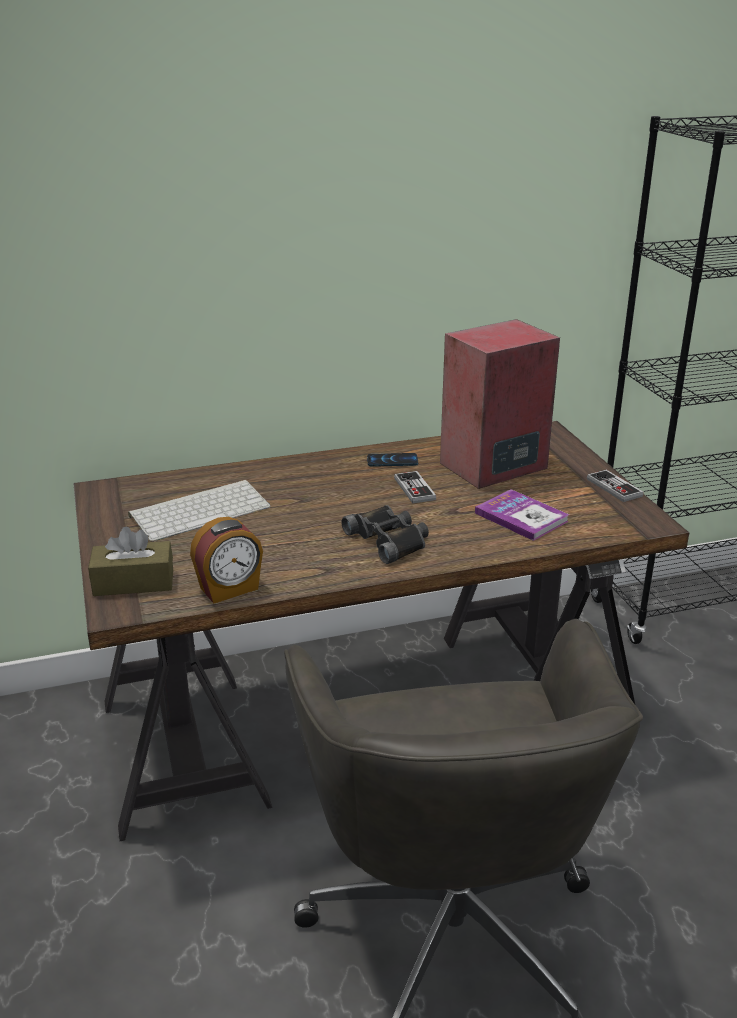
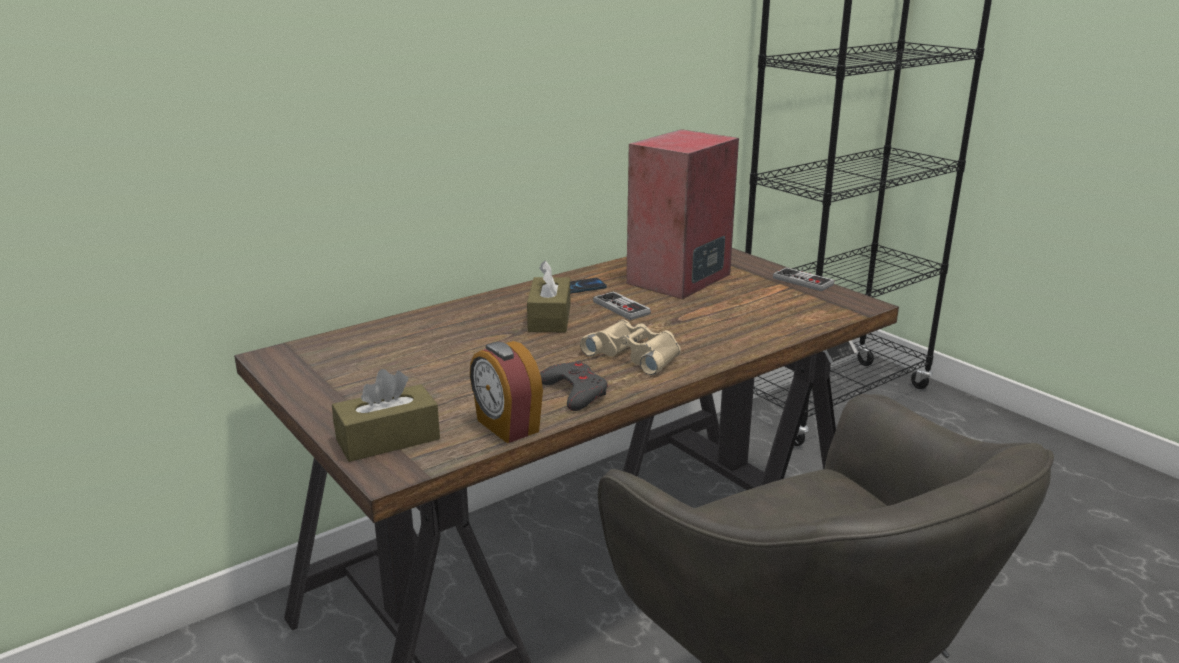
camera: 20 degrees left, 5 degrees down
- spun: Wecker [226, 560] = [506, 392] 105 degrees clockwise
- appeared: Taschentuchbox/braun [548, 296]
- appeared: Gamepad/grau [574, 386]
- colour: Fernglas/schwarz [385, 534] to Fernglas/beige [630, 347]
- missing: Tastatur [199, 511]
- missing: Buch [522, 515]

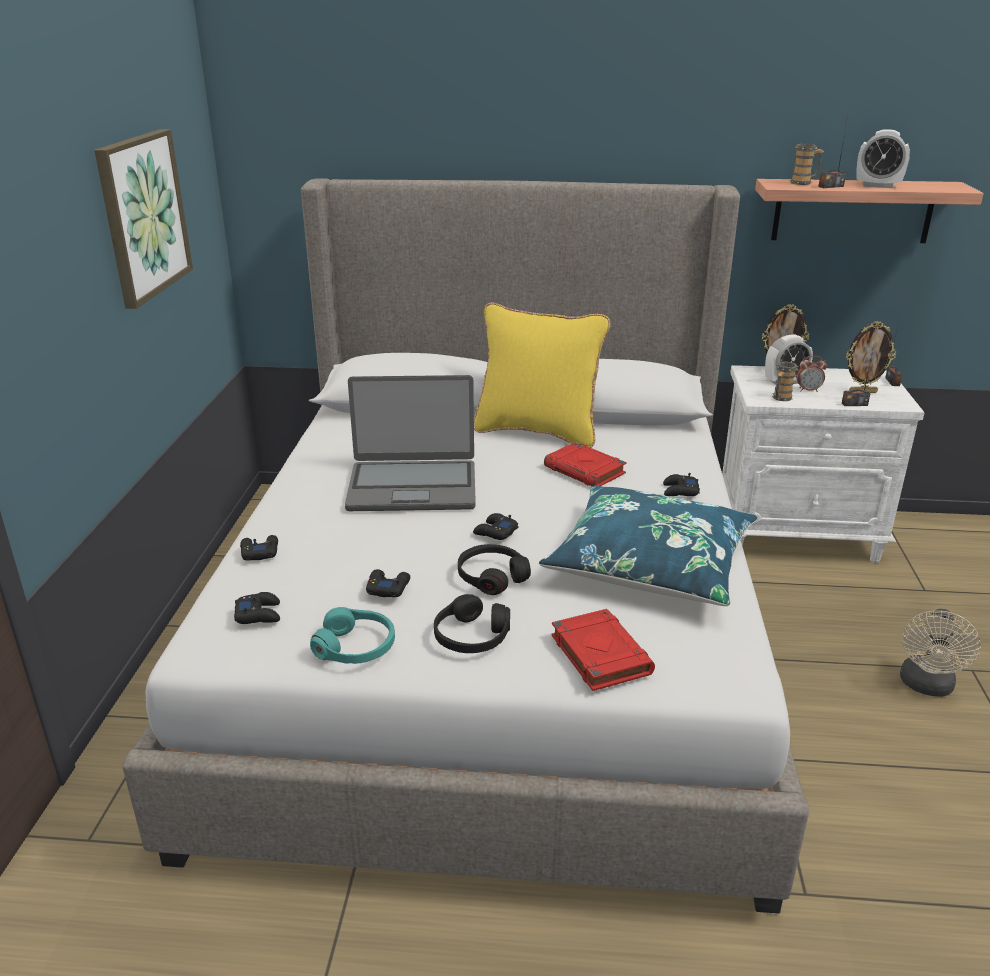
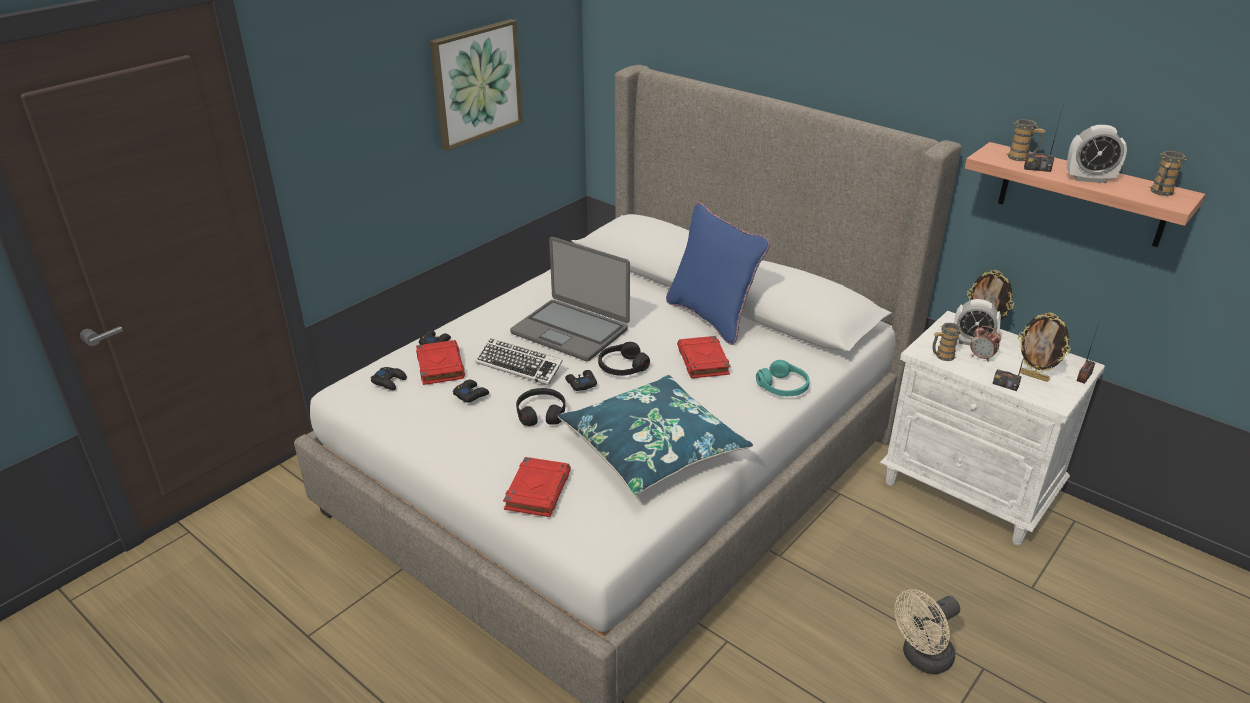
camera: 35 degrees right, 5 degrees up
- appeared: Buch/rot [440, 362]
- appeared: Tastatur [519, 361]
- relocated: Kopfhörer/schwarz [472, 623] to [624, 359]
- colour: Kissen/gelb [542, 375] to Kissen/blau [718, 273]
- relocated: Kopfhörer/türkis [352, 635] to [783, 378]
- spun: Wecker [883, 158] = [1097, 154] 45 degrees counterclockwise
- appeared: Henkelbecher [1168, 173]
- missing: Gamepad/schwarz [681, 484]

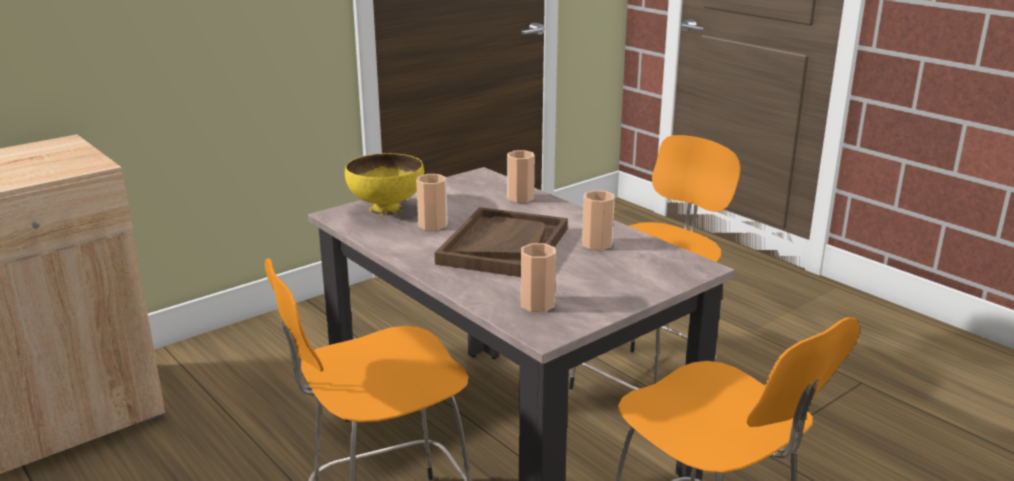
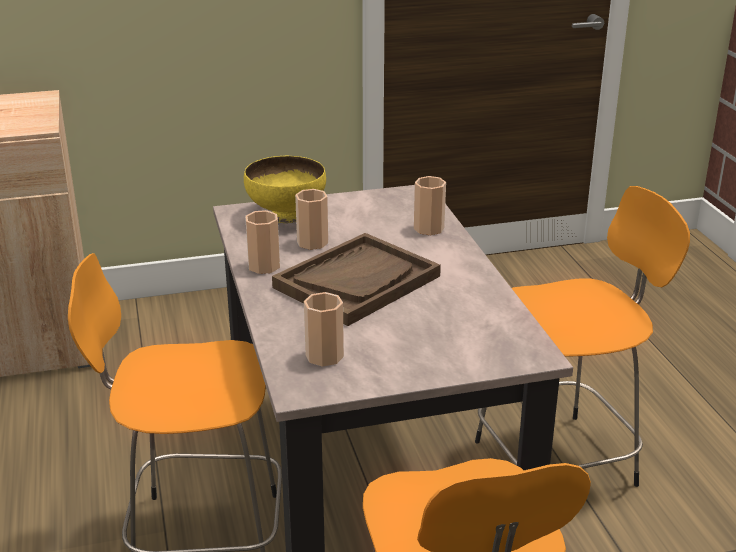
camera: 25 degrees right, 5 degrees up
- relocated: Tasse [598, 220] to [262, 242]

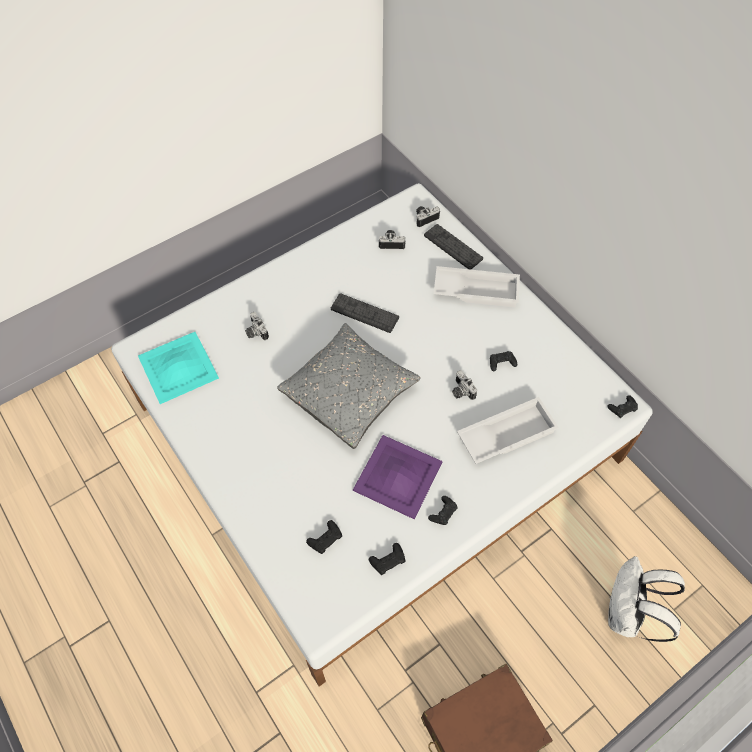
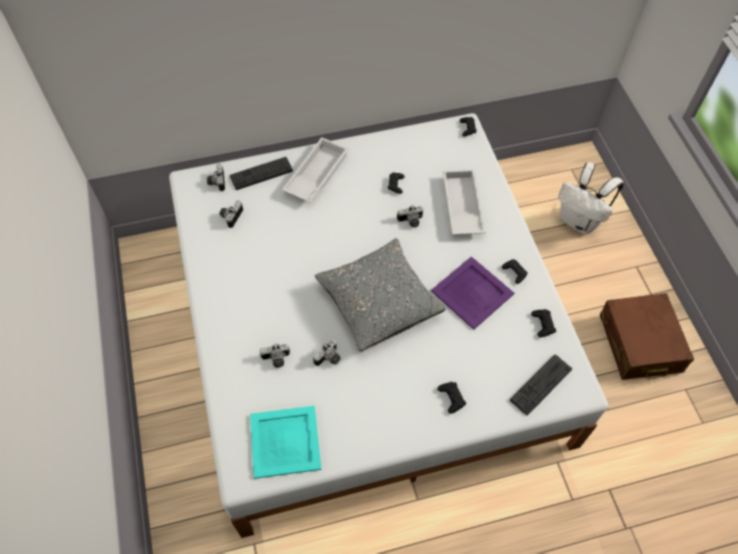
camera: 70 degrees left, 0 degrees up
- appeared: Kamera [327, 352]
- relocated: Gamepad/schwarz [324, 537] to [451, 398]
- relocated: Tastatur [365, 313] to [541, 384]

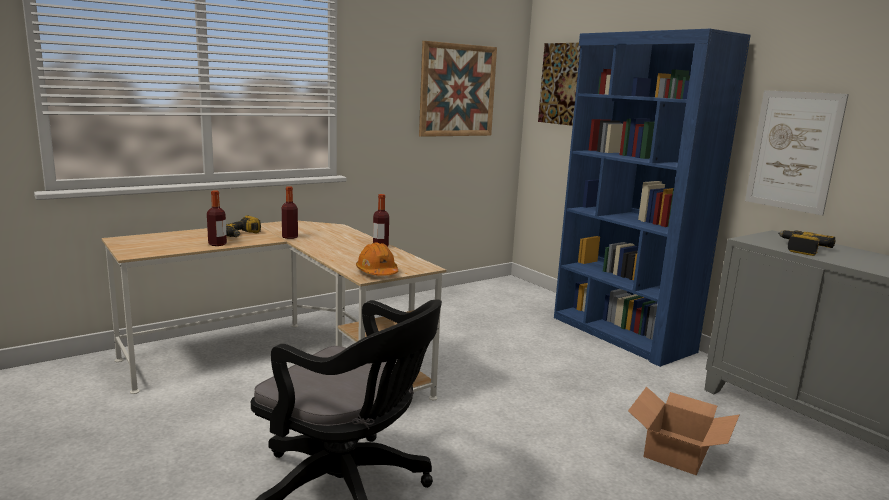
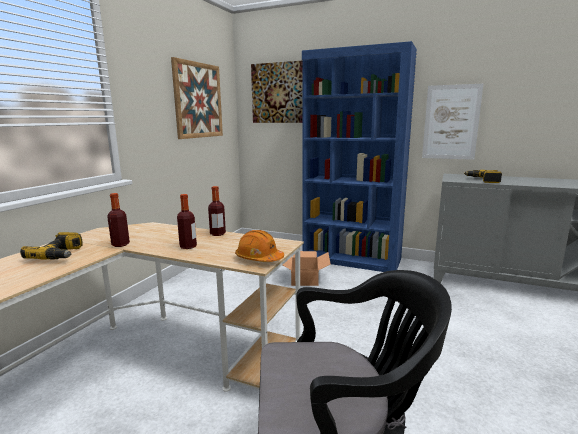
camera: 30 degrees left, 0 degrees up
- relocated: Flasche [217, 218] to [187, 221]
- relocated: Karton [683, 431] to [307, 268]

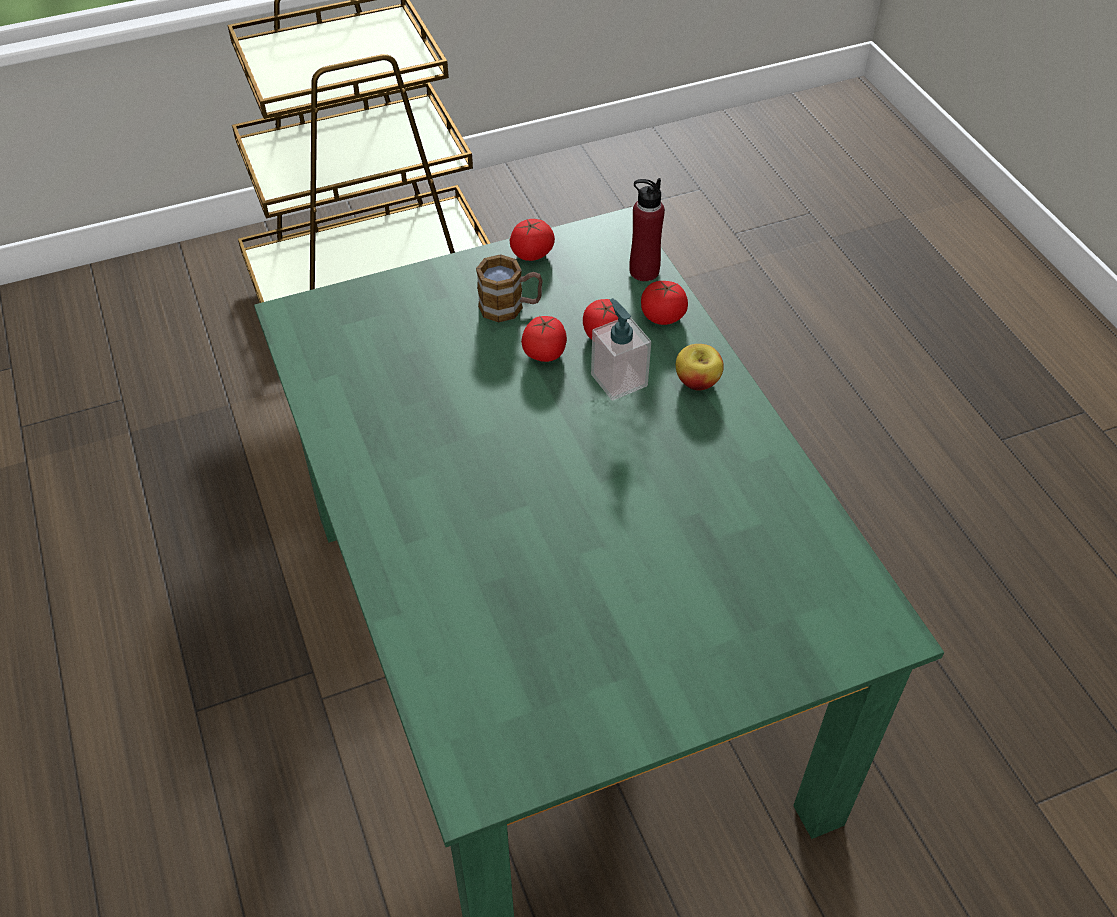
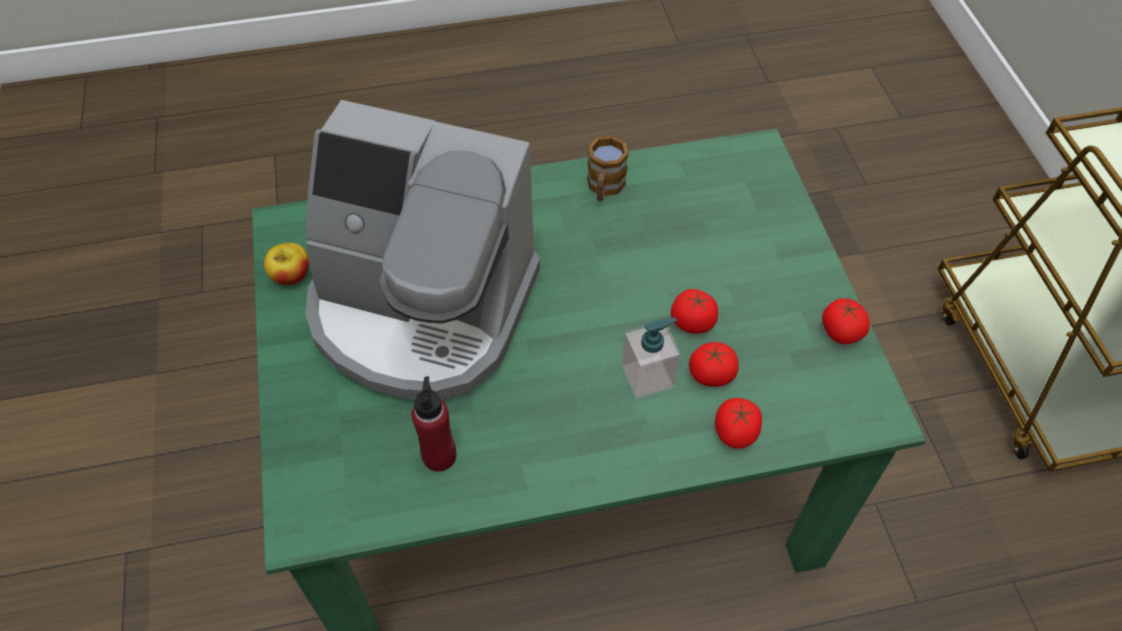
camera: 100 degrees right, 5 degrees up
- relocated: Apfel [700, 367] to [286, 264]
- appeared: Kaffeemaschine [422, 250]
- relocated: Flasche/rot [647, 229] to [433, 424]
- relocated: Henkelbecher [509, 288] to [608, 168]

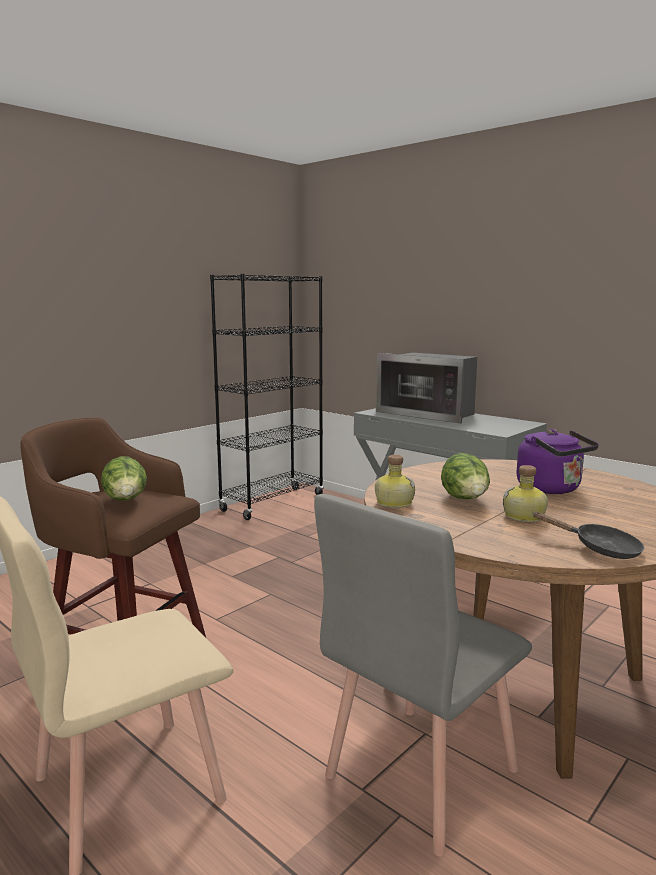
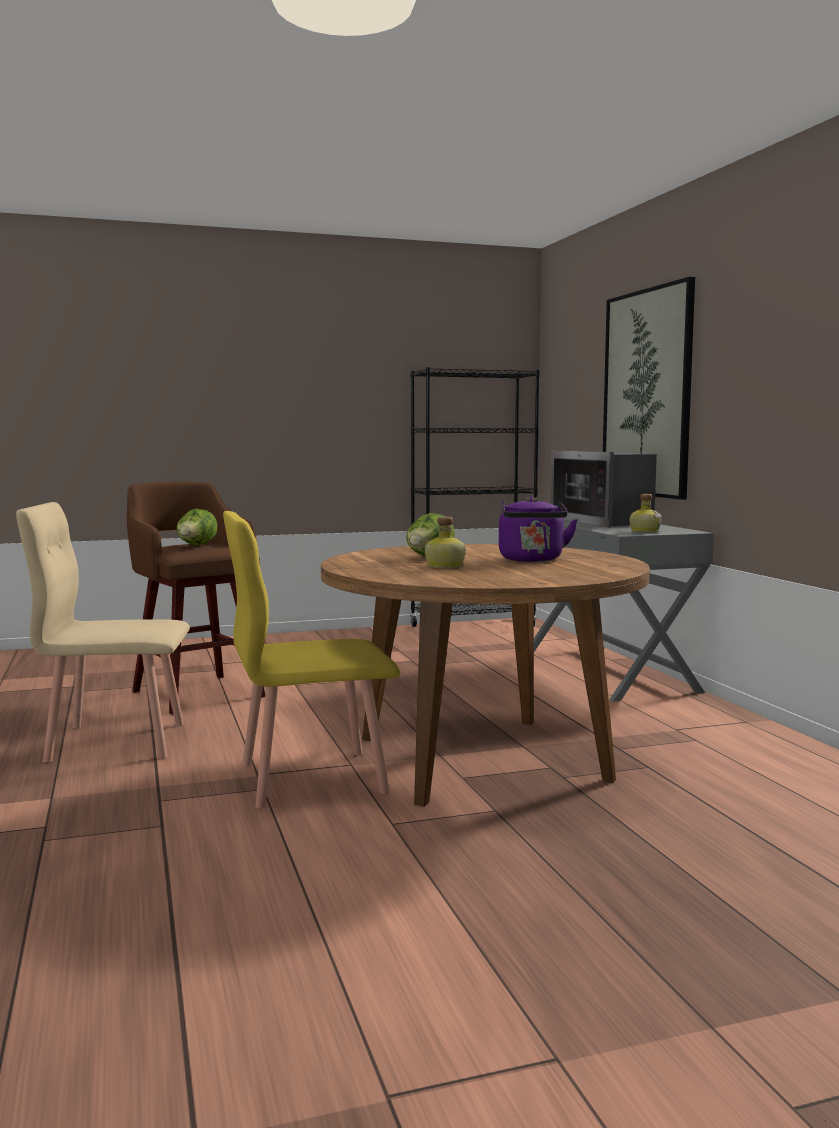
camera: 30 degrees right, 5 degrees down
- colour: Stuhl/grau [423, 675] to Stuhl/gelb [311, 659]
- appeared: Bild [649, 388]
- relocated: Flasche [395, 481] to [646, 513]
- missing: Pfanne/schwarz [588, 535]

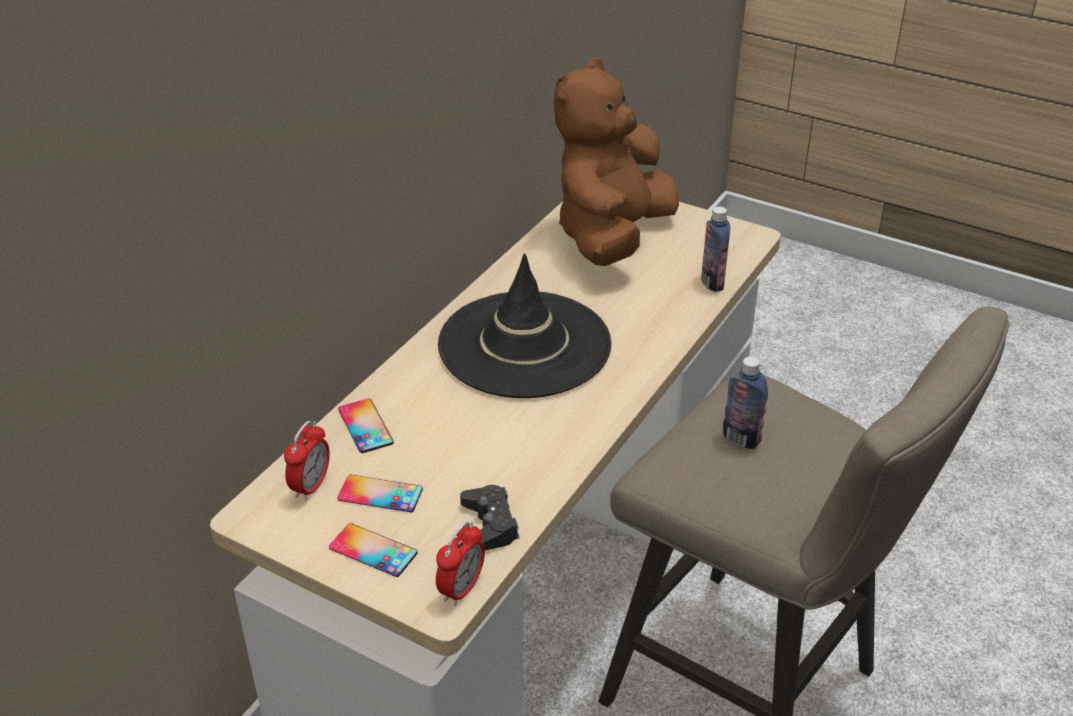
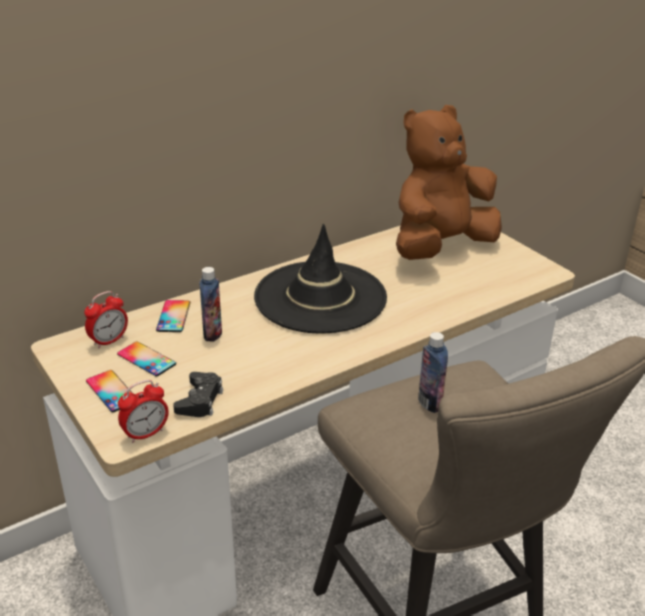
camera: 25 degrees right, 5 degrees down
- relocated: Flasche [715, 249] to [211, 304]

